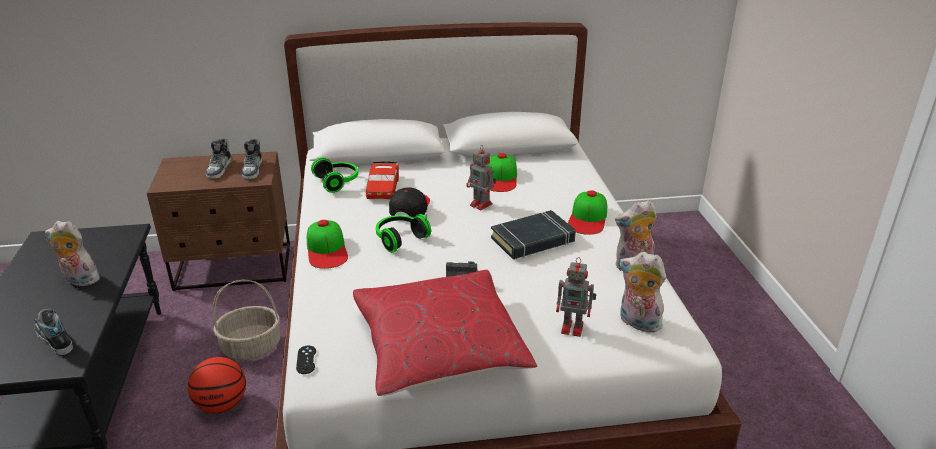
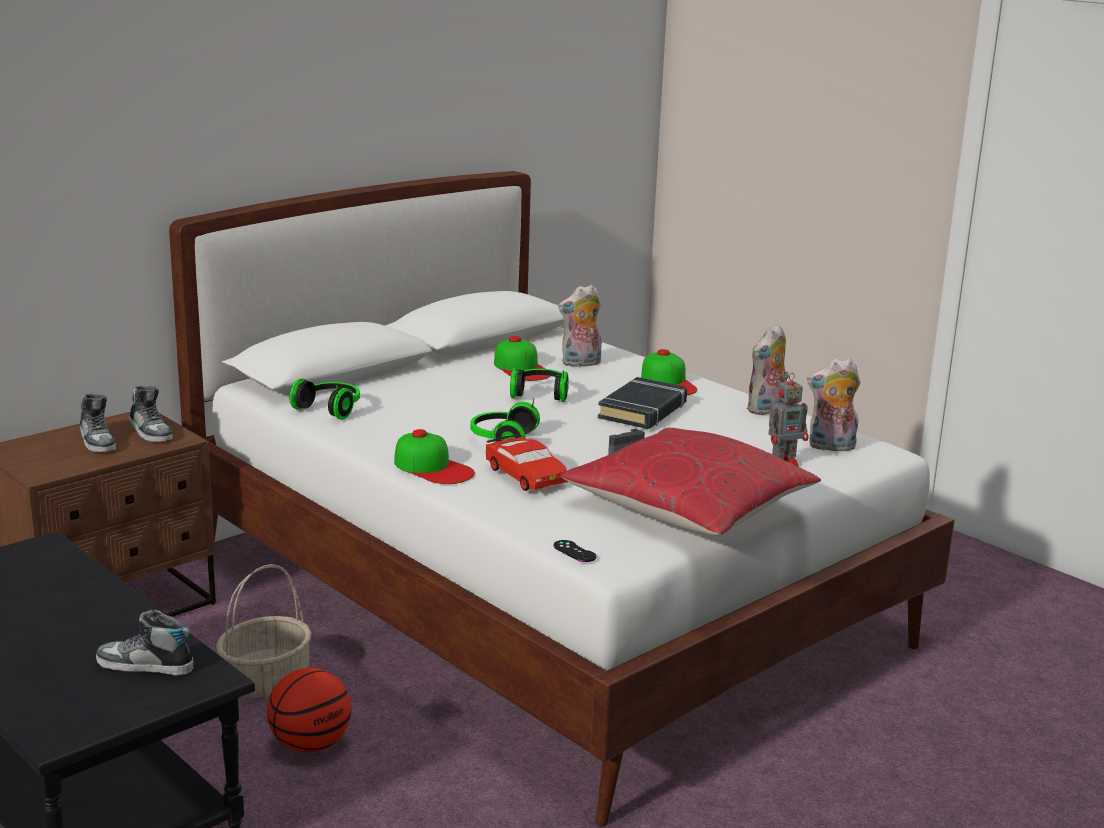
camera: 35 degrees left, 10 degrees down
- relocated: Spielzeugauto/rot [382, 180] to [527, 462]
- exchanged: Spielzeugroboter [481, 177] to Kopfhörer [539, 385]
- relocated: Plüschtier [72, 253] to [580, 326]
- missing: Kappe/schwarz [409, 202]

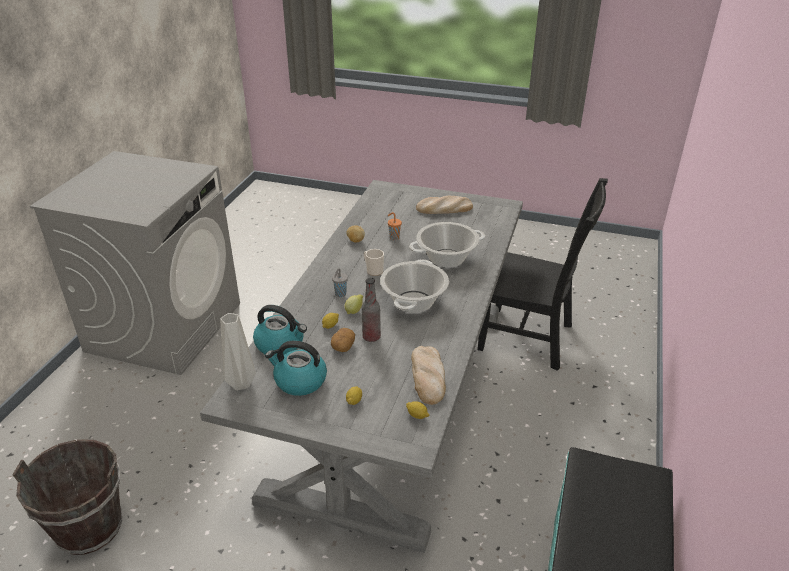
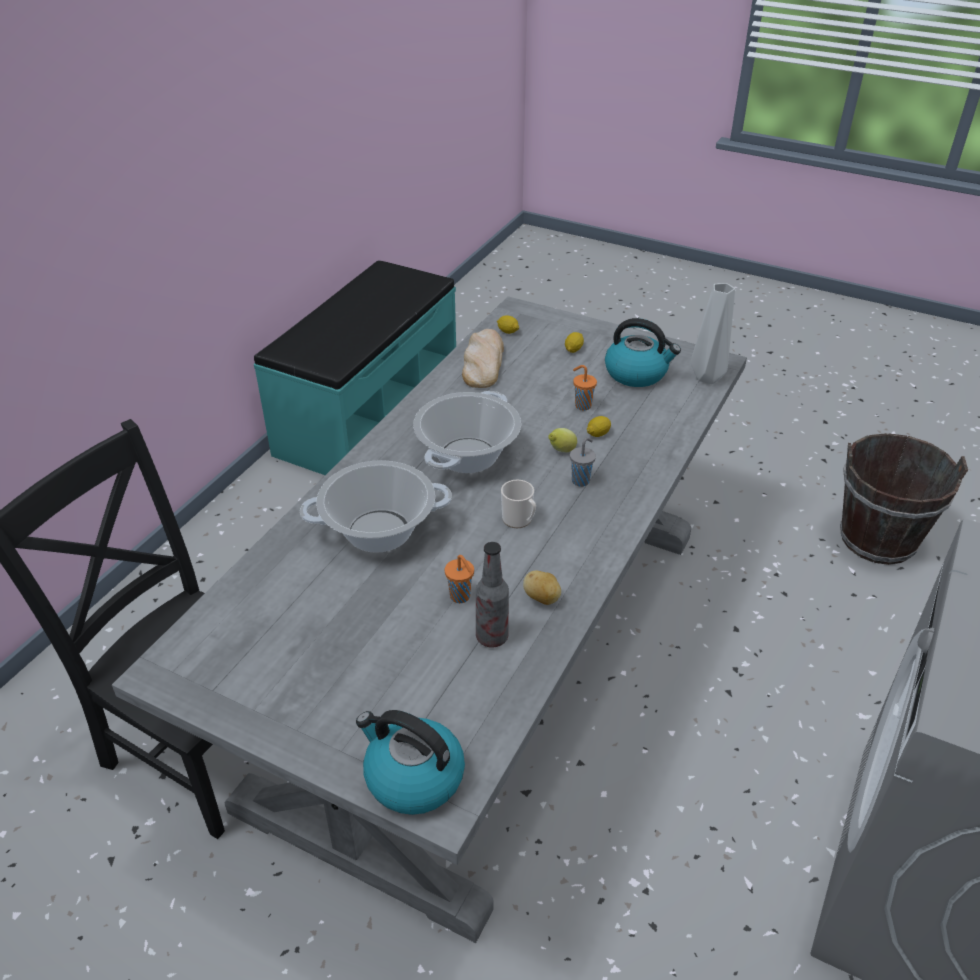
camera: 170 degrees left, 5 degrees up
- relocated: Wasserkessel [280, 330] to [410, 762]
- relocated: Flasche [371, 310] to [492, 595]
- exchanged: Kartoffel [343, 340] to Tasse/orange [585, 388]
- missing: Brot [444, 205]

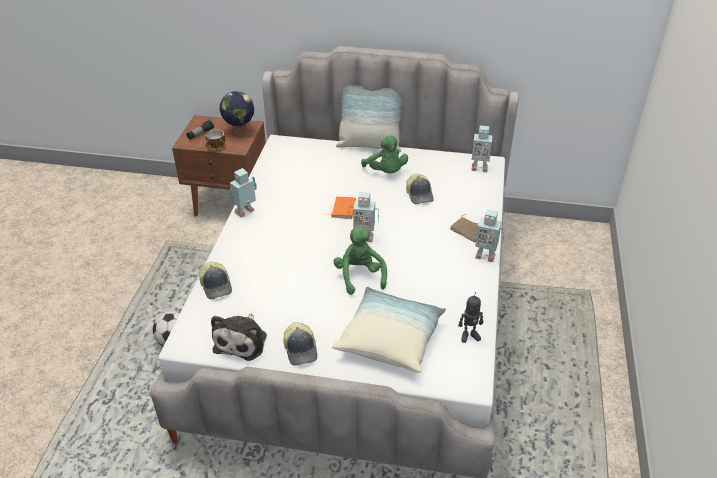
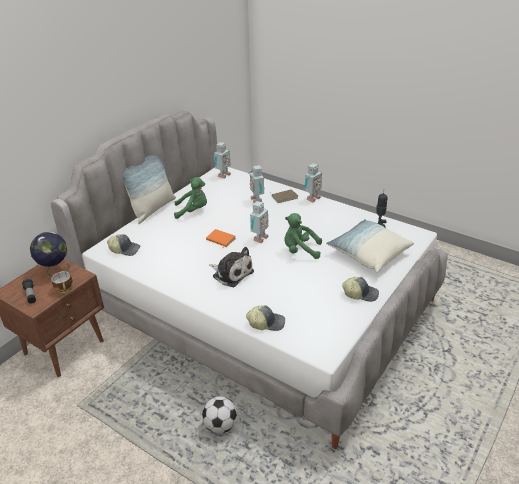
camera: 65 degrees left, 5 degrees down
- relocated: Kappe [420, 189] to [123, 245]
- relocated: Plüschtier [239, 337] to [231, 267]
- relocated: Spielzeugroboter [243, 192] to [257, 184]

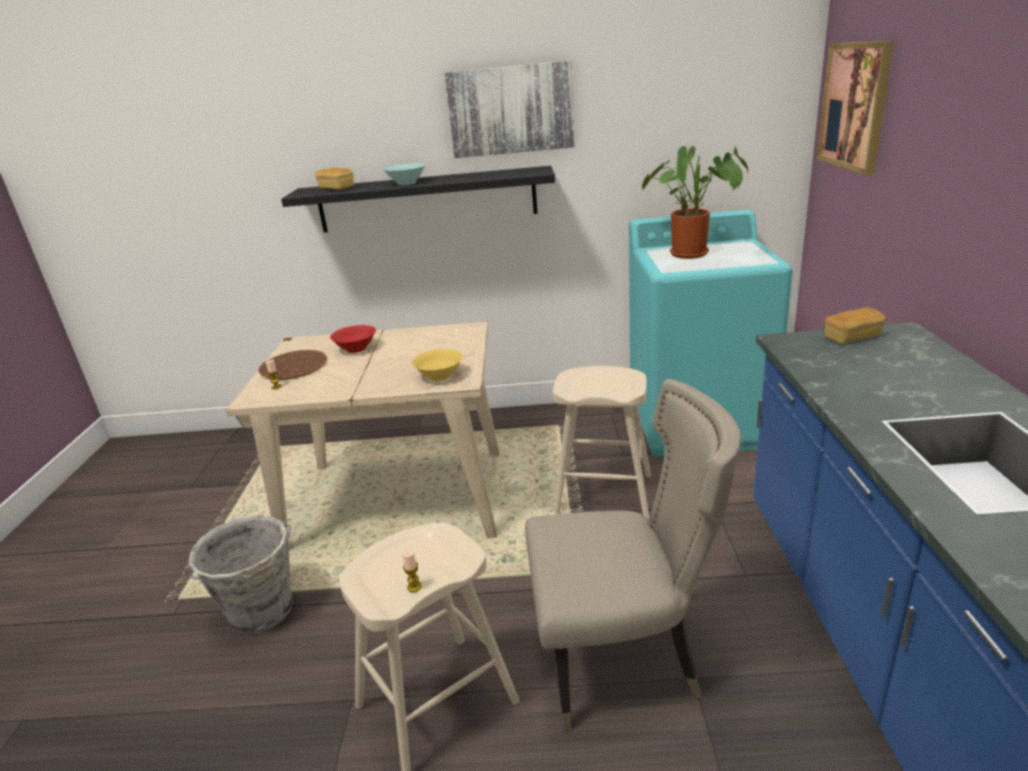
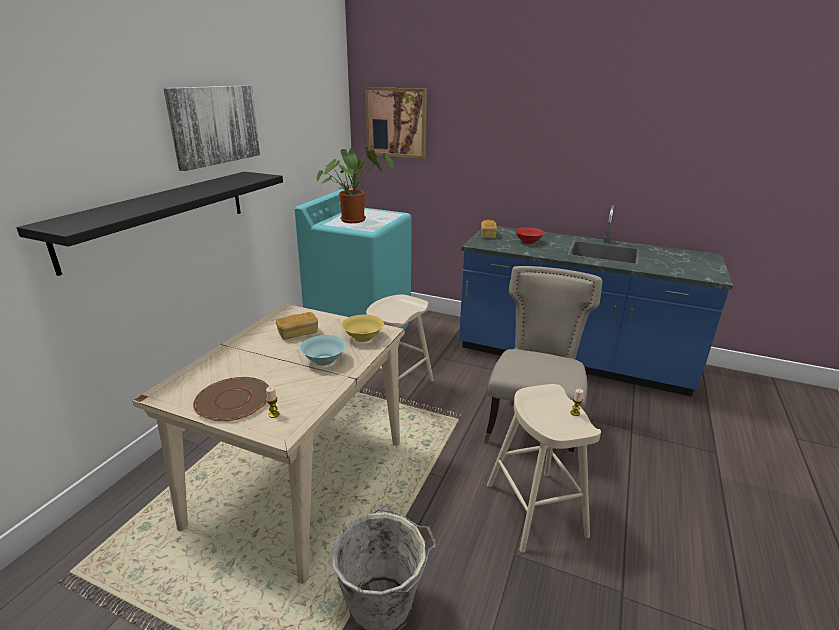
camera: 70 degrees left, 0 degrees up
- relocated: Brot [334, 179] to [297, 326]
- relocated: Schüssel/türkis [404, 174] to [323, 350]
- relocated: Schüssel/rot [353, 339] to [530, 235]

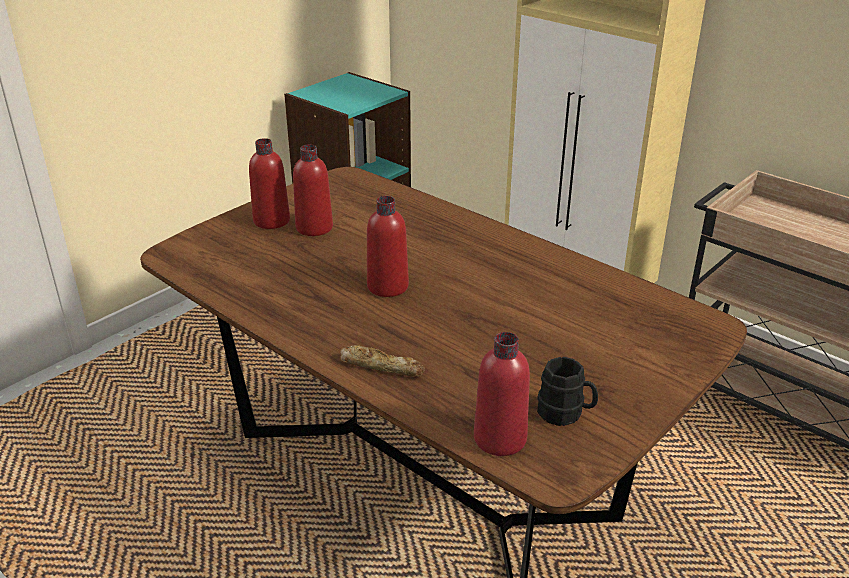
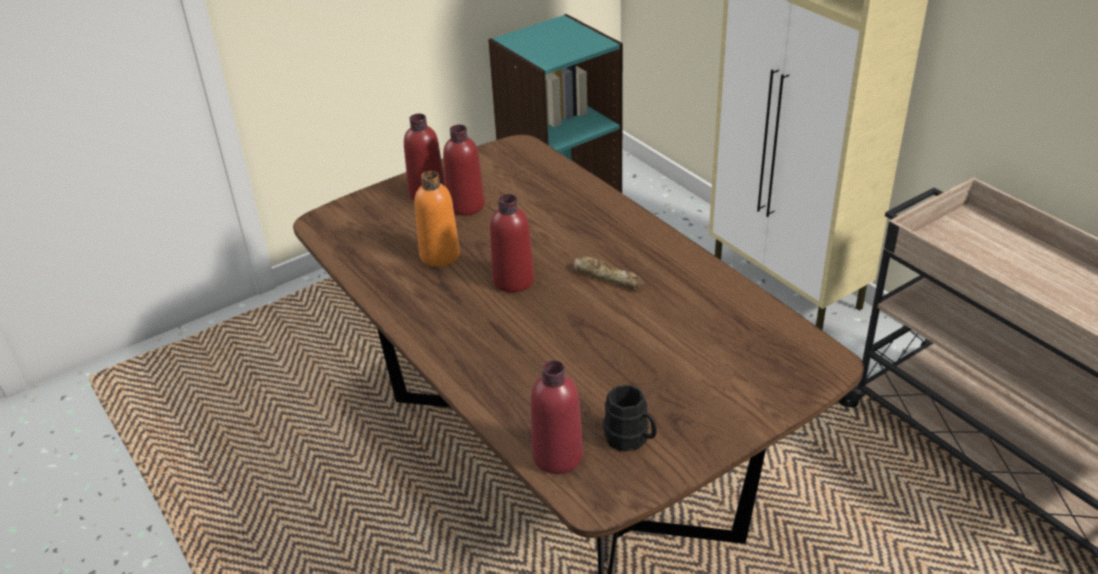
camera: 15 degrees right, 5 degrees up
- appeared: Flasche/orange [437, 218]
- relocated: Brot [382, 361] to [609, 273]

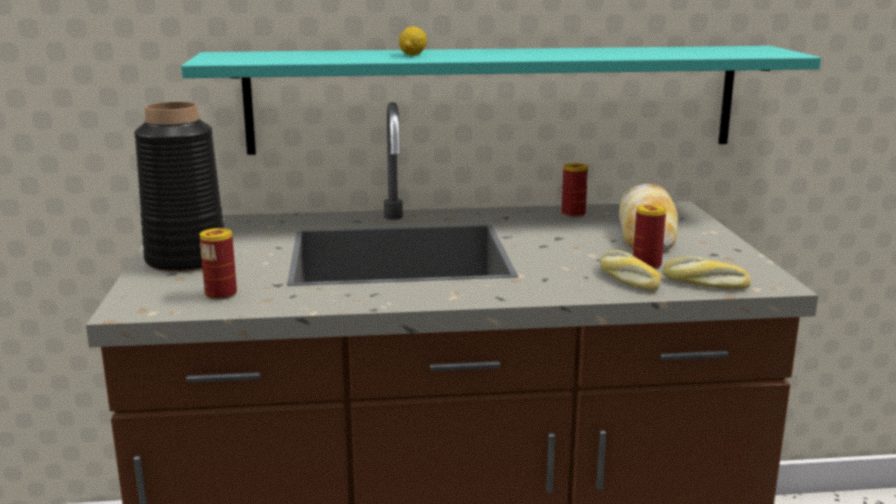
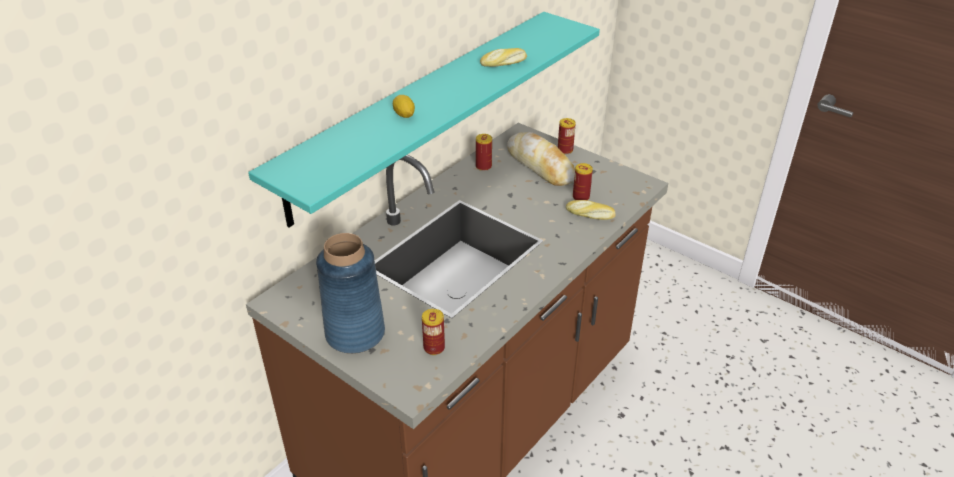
camera: 45 degrees left, 20 degrees up
- colour: Vase/schwarz [179, 187] to Vase/blau [350, 293]
- relocated: Brot [706, 272] to [503, 57]
- appeared: Dose [567, 136]

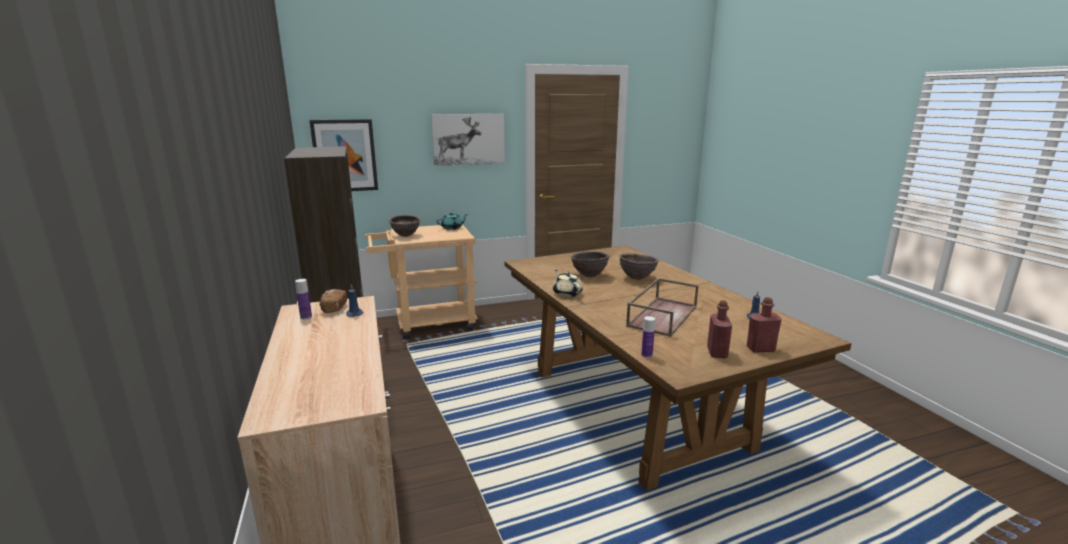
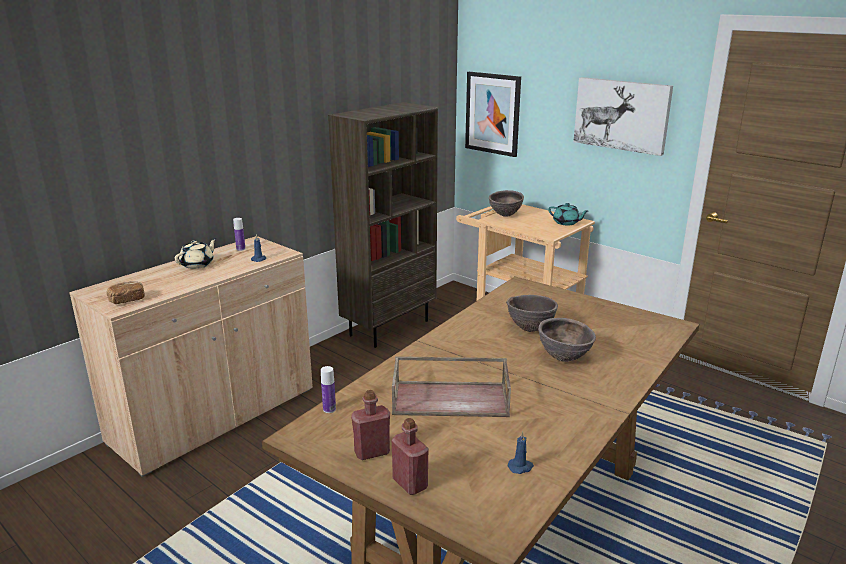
camera: 60 degrees right, 5 degrees up
- relocated: Brot [333, 301] to [126, 292]
- relocated: Teekanne/beige [568, 284] to [196, 253]

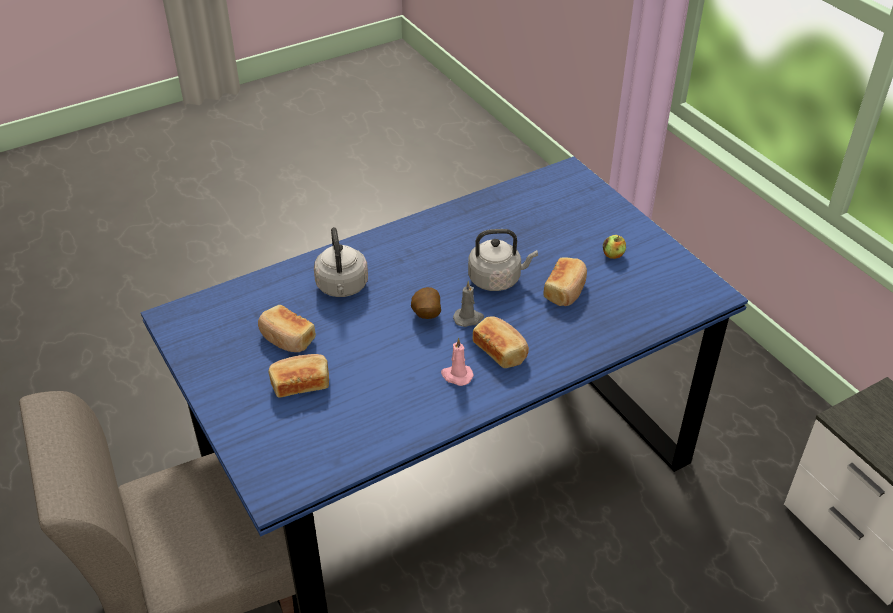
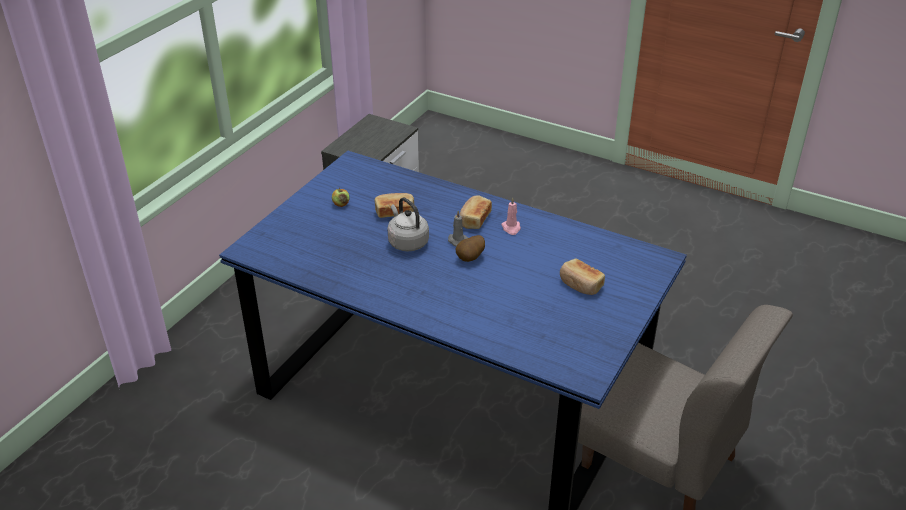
camera: 120 degrees left, 5 degrees down
- missing: Brot [287, 328]
- missing: Wasserkessel/grau [341, 262]

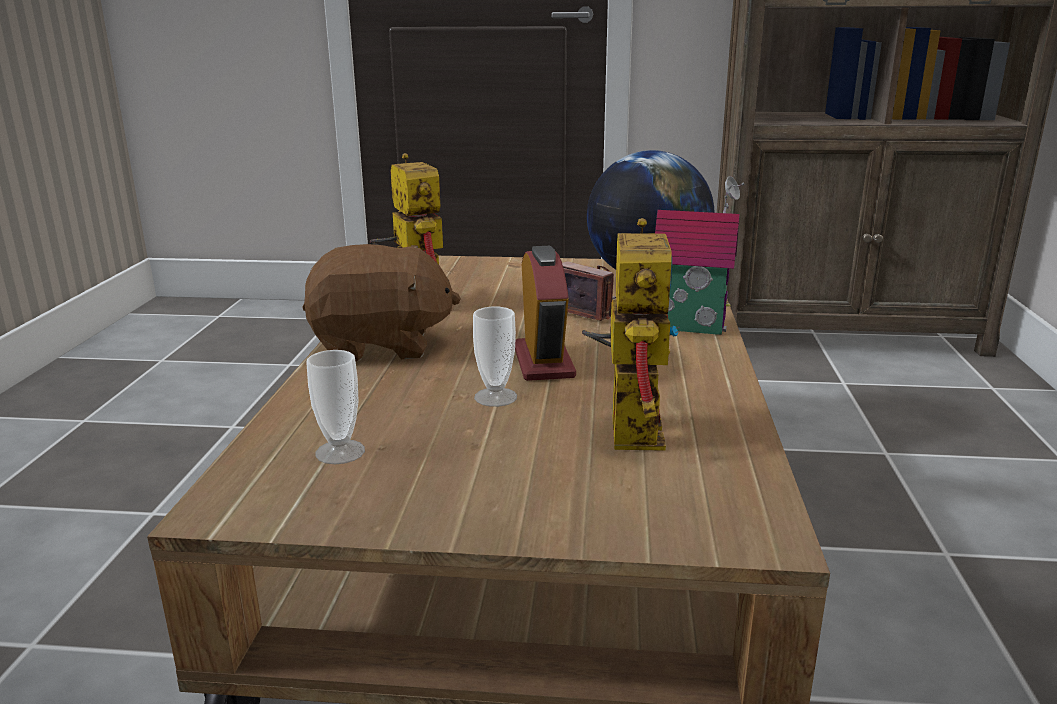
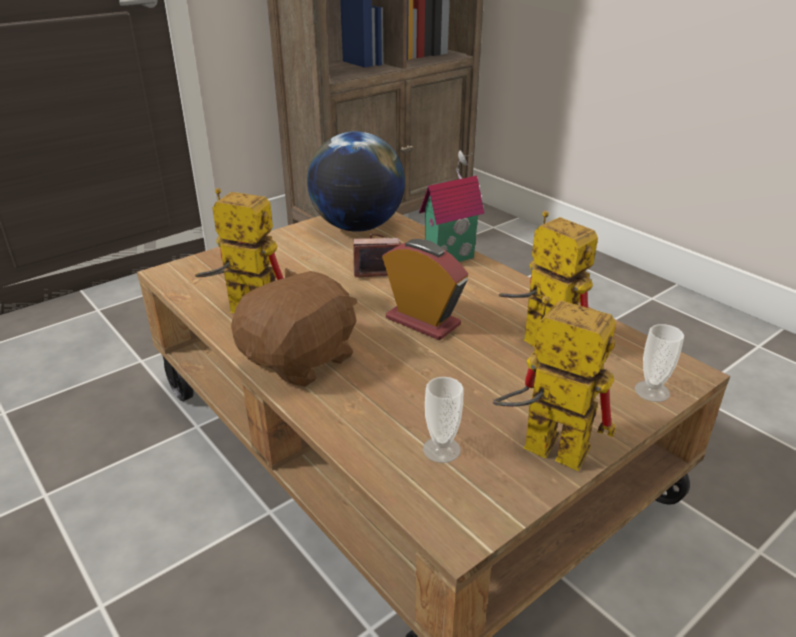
camera: 45 degrees left, 10 degrees up
- appeared: Spielzeugroboter [554, 383]
- relocated: Tasse [495, 357] to [659, 363]

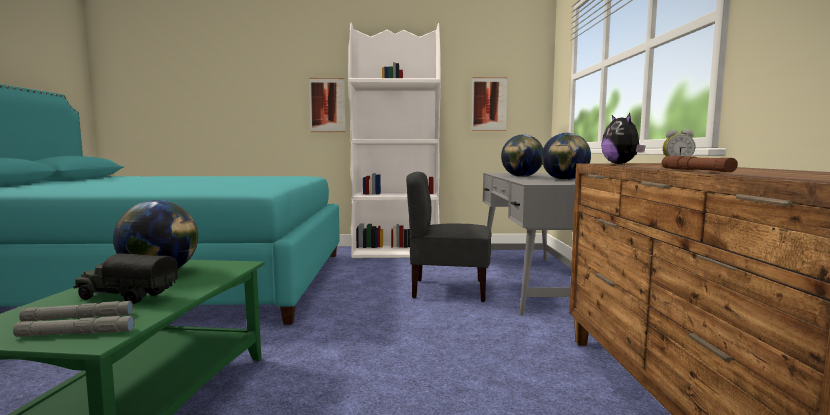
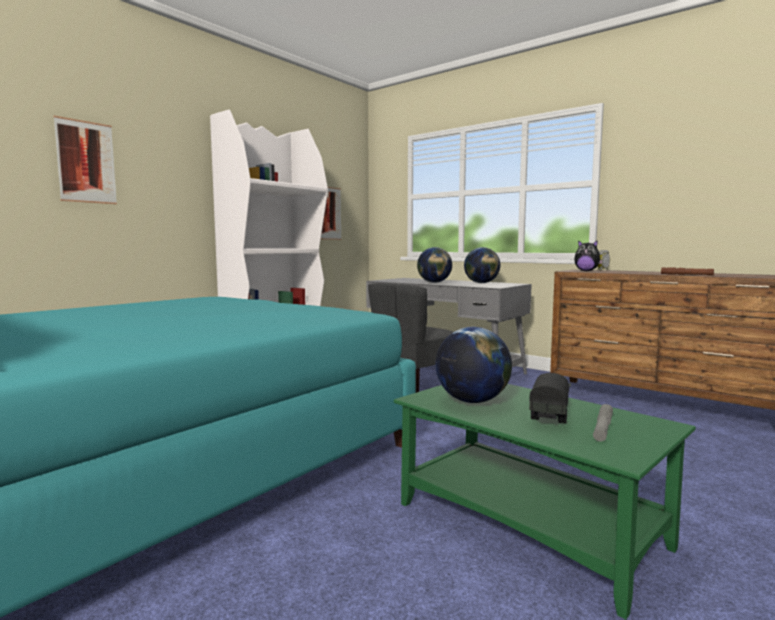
camera: 50 degrees left, 0 degrees up
- relocated: Bild [327, 105] to [85, 160]
- spun: Spielzeuglaster [126, 278] = [550, 398] 150 degrees clockwise
- missing: Taschenlampe/grau [74, 326]

